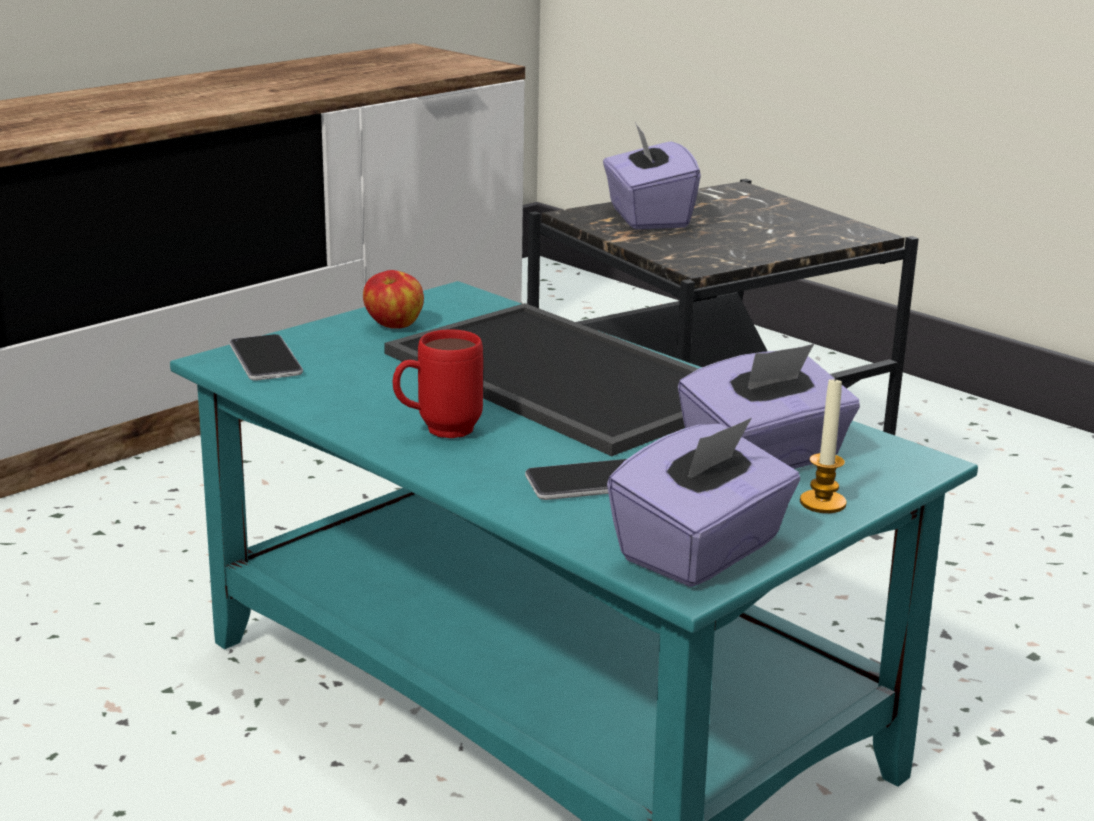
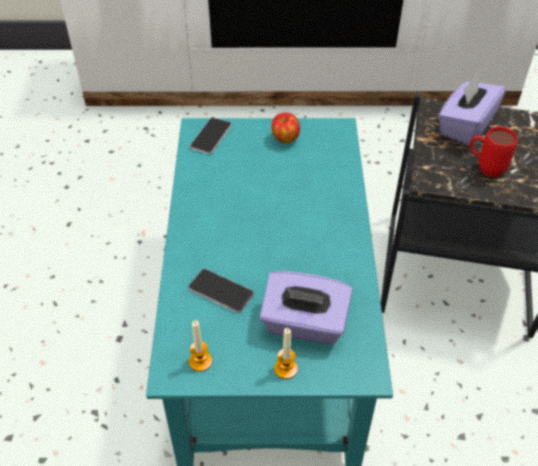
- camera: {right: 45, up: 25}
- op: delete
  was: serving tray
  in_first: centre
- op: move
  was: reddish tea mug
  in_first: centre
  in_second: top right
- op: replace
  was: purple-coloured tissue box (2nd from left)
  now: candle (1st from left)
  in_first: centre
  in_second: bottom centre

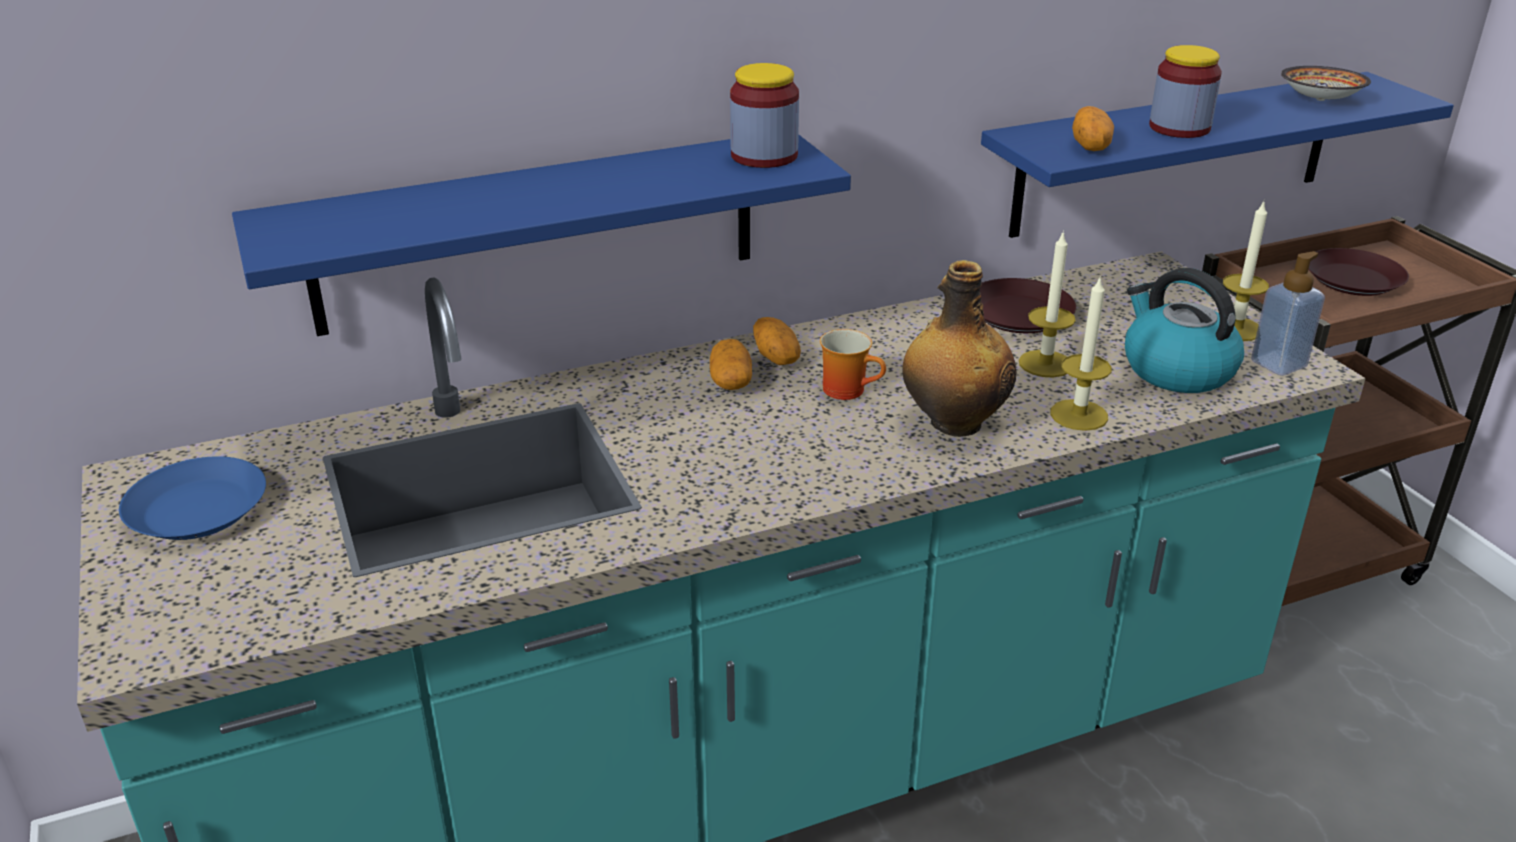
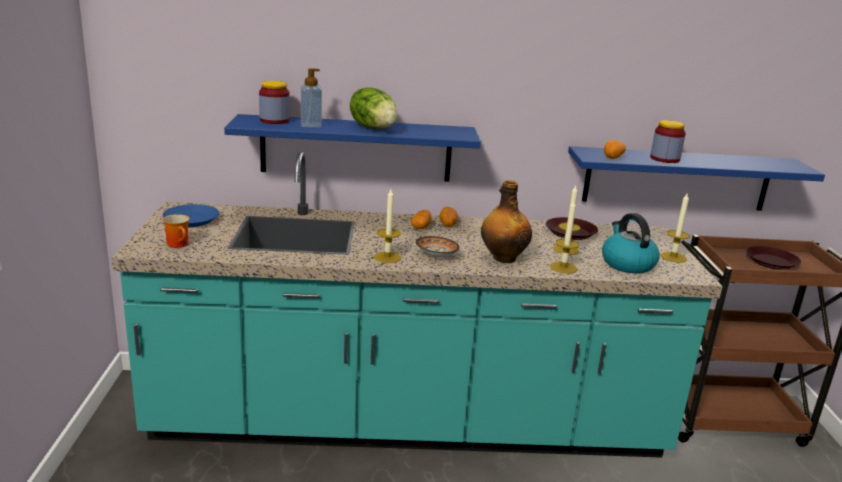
- camera: {right: 20, up: -10}
- op: move
  was: jar (1st from left)
  in_first: top centre
  in_second: top left
- op: move
  was: tea mug
  in_first: centre
  in_second: middle left
- op: move
  was: liquid soap bottle
  in_first: middle right
  in_second: top centre
- op: move
  was: bowl
  in_first: top right
  in_second: centre
- op: insert
  now: head of lettuce
  in_second: top centre
- op: insert
  now: candle (1st from left)
  in_second: centre

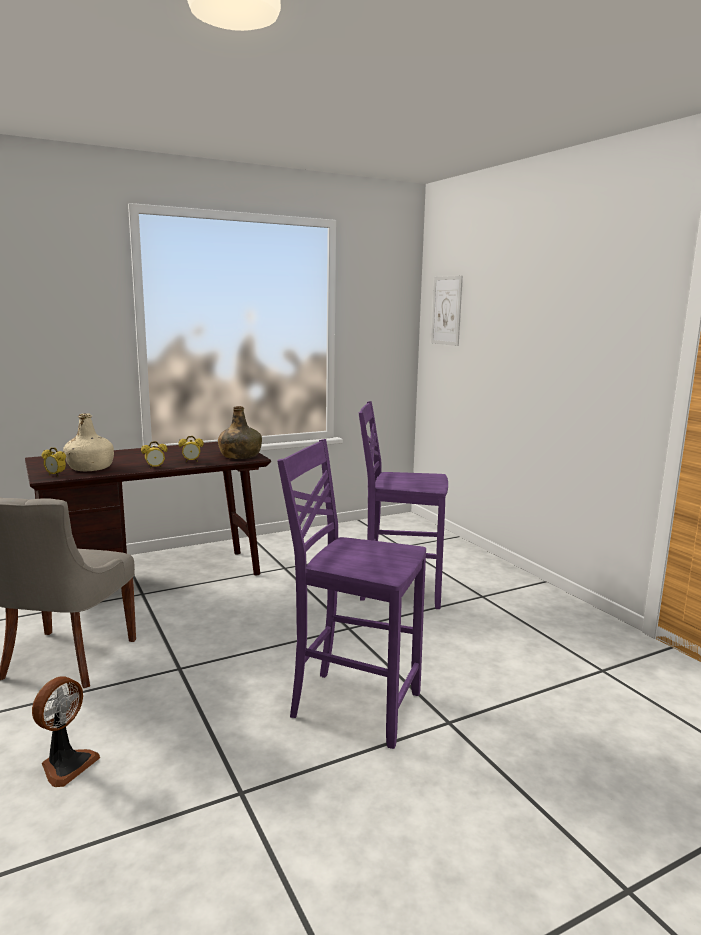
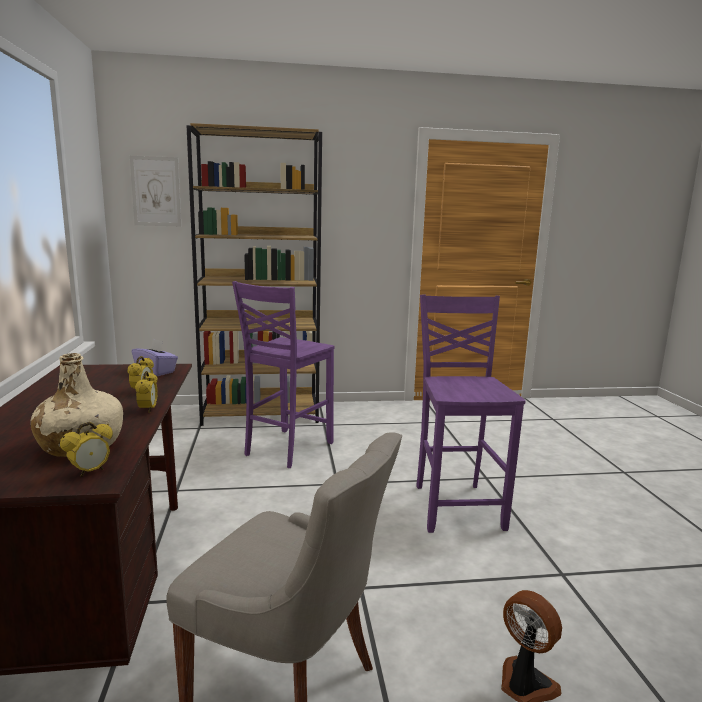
- camera: {right: -70, up: 0}
- op: replace
  was: green-coloured bottle
  now: purple-coloured tissue box
  in_first: centre
  in_second: middle left
- op: rotate
  was: purple-coloured chair (1st from left in the first image)
  in_first: centre
  in_second: middle right
  clockwise: 135
- op: insert
  now: brown shelving unit
  in_second: centre

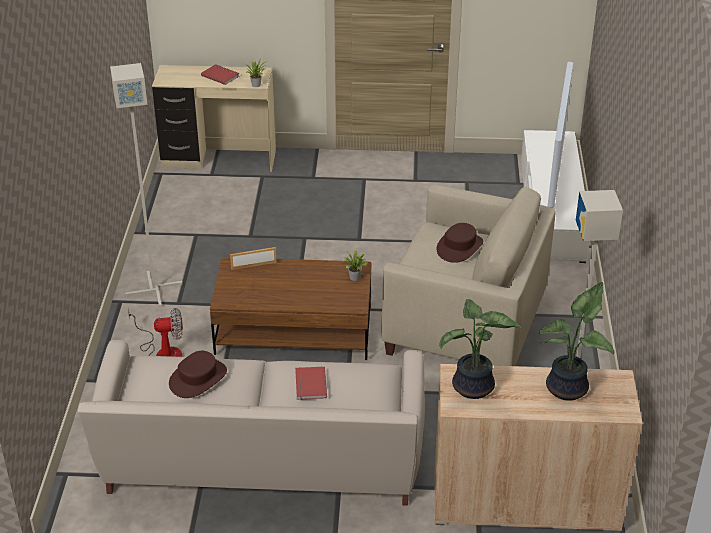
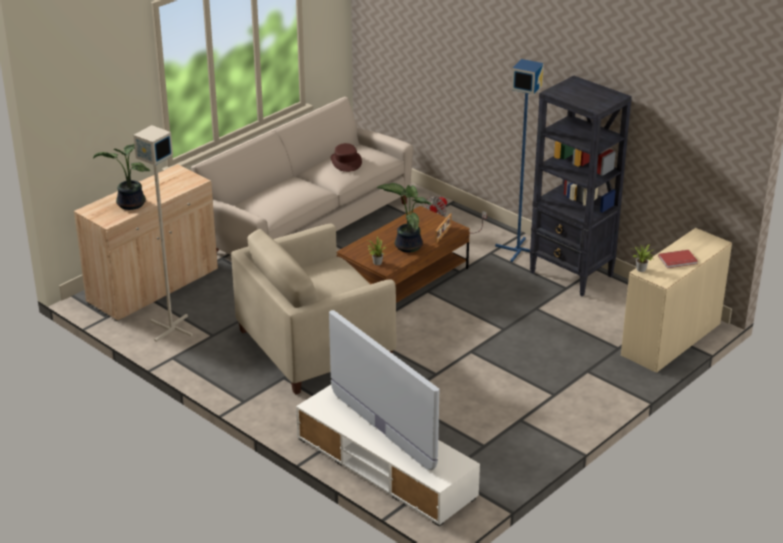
- camera: {right: 130, up: -5}
- op: recolor
  was: grey floor lamp (1st from left)
  now: blue floor lamp
  in_first: middle left
  in_second: top centre
- op: delete
  was: reddish volume (2nd from left)
  in_first: bottom centre
- op: delete
  was: brown hat (2nd from left)
  in_first: centre
- op: move
  was: potted plant (3rd from left)
  in_first: middle right
  in_second: centre
- op: insert
  now: black-coloured shelving unit
  in_second: middle right

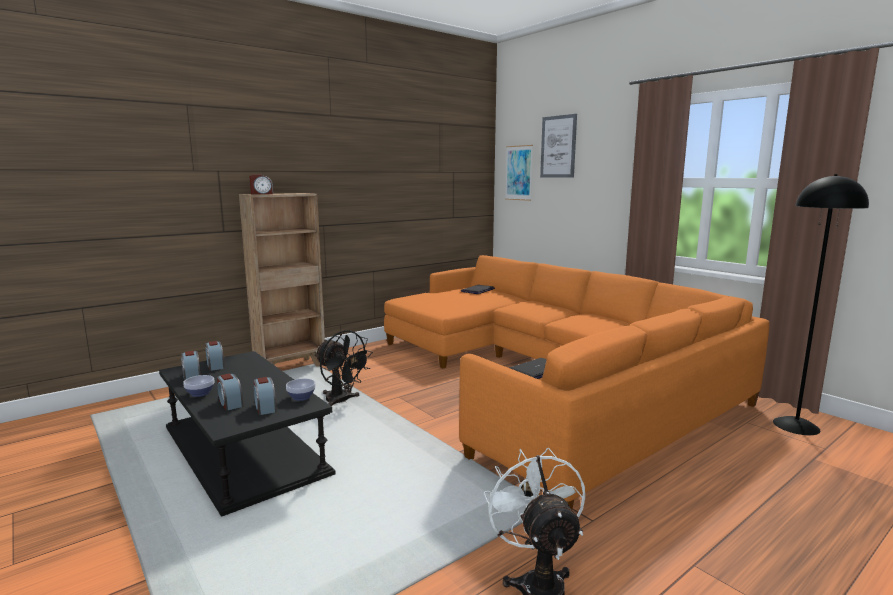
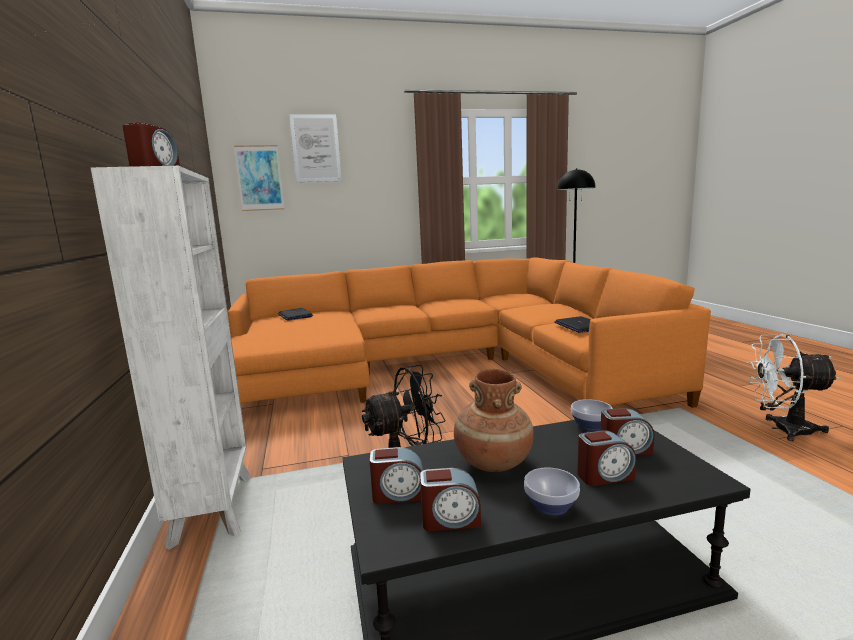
- camera: {right: -65, up: 0}
- op: recolor
  was: brown shelving unit
  now: white-coloured shelving unit
  in_first: middle left
  in_second: middle left
- op: insert
  now: brown vase
  in_second: centre

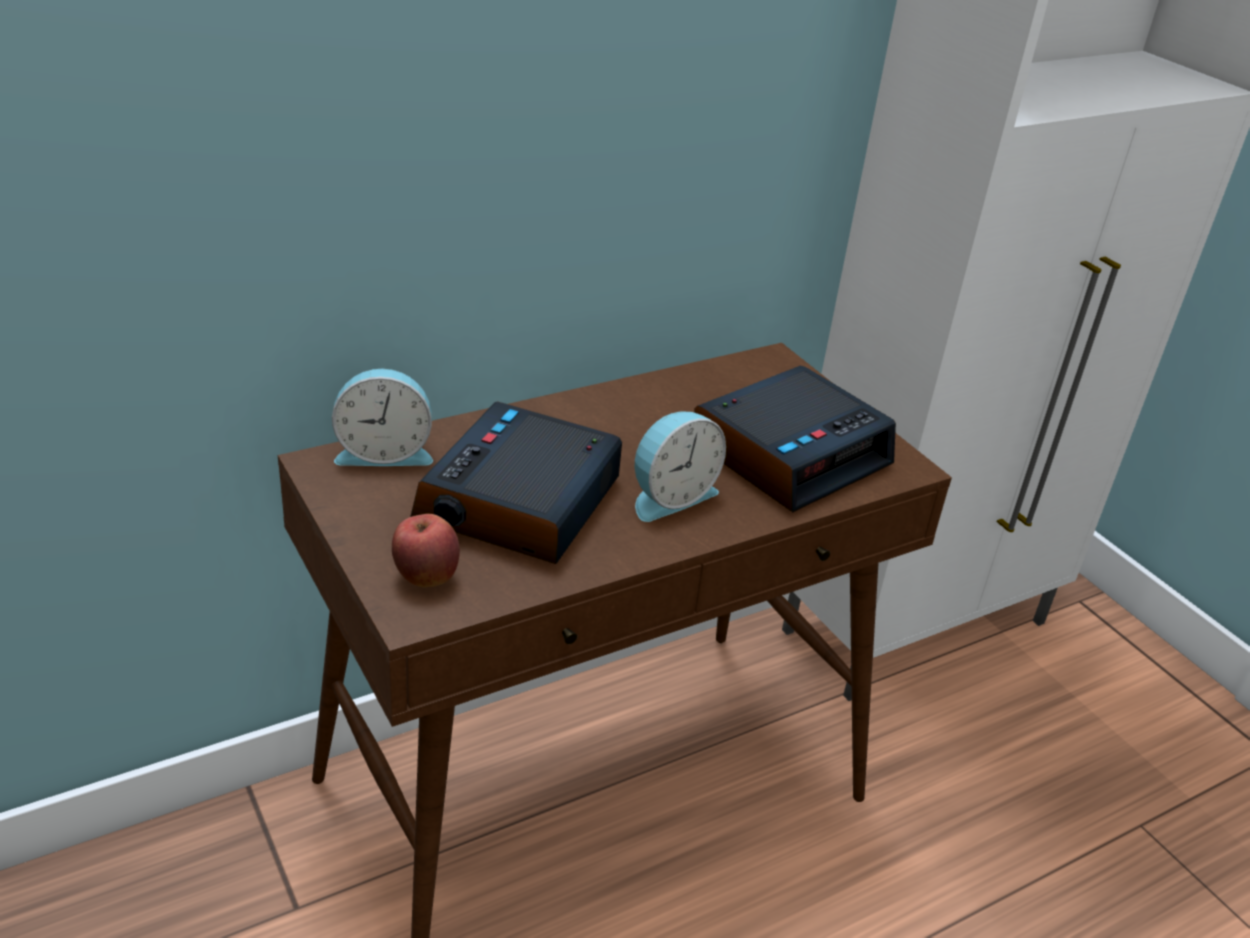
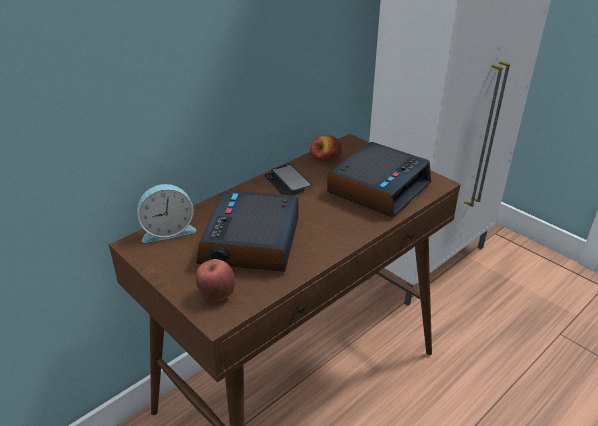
- camera: {right: -10, up: 0}
- op: delete
  was: table clock (3rd from left)
  in_first: centre
- op: insert
  now: phone
  in_second: centre
- op: insert
  now: whole apple (2nd from left)
  in_second: centre

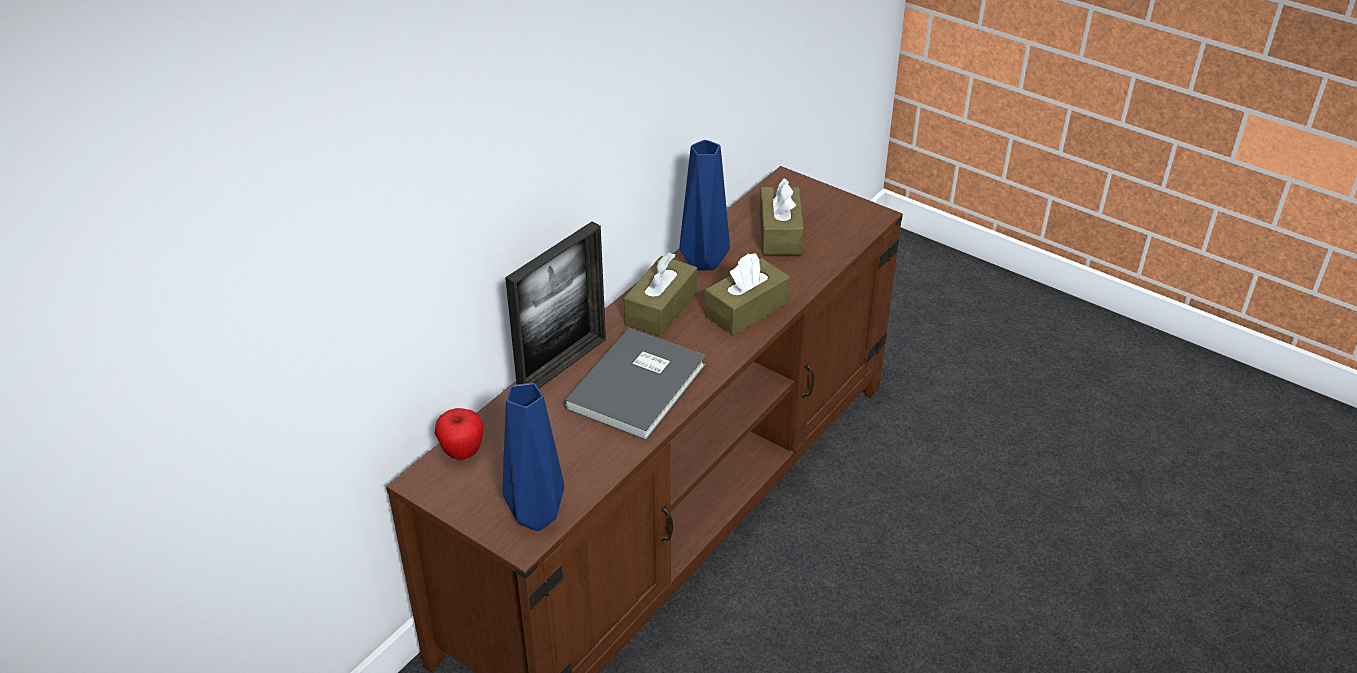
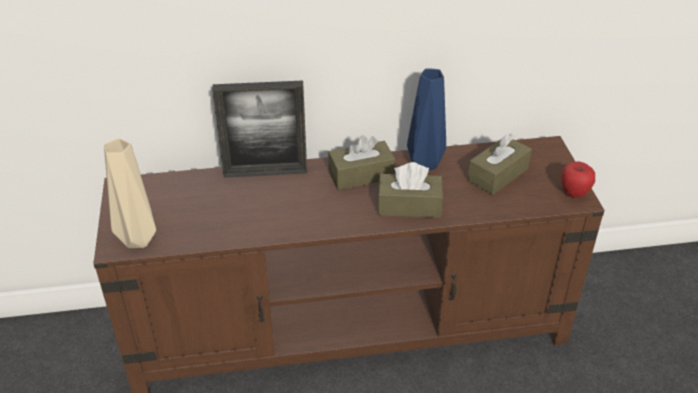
- camera: {right: 45, up: 0}
- op: move
  was: whole apple
  in_first: centre
  in_second: middle right
- op: recolor
  was: blue vase (1st from left)
  now: beige vase
  in_first: bottom centre
  in_second: middle left
- op: delete
  was: grey volume
  in_first: centre

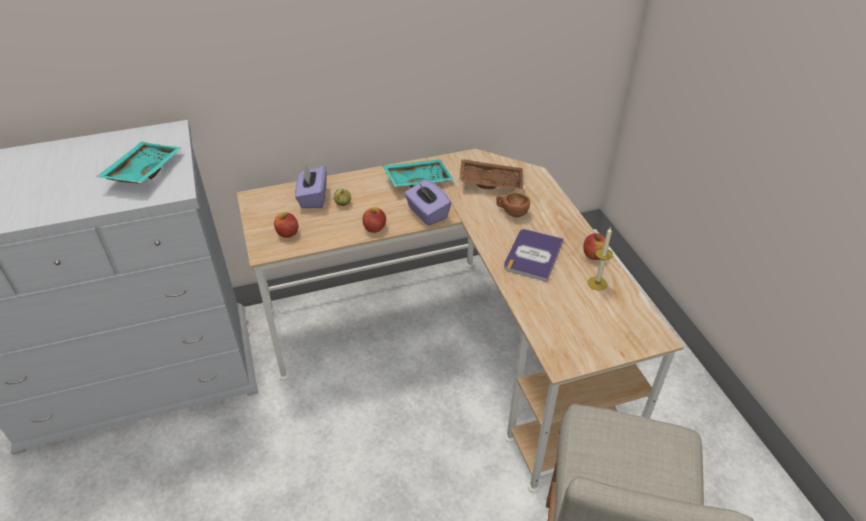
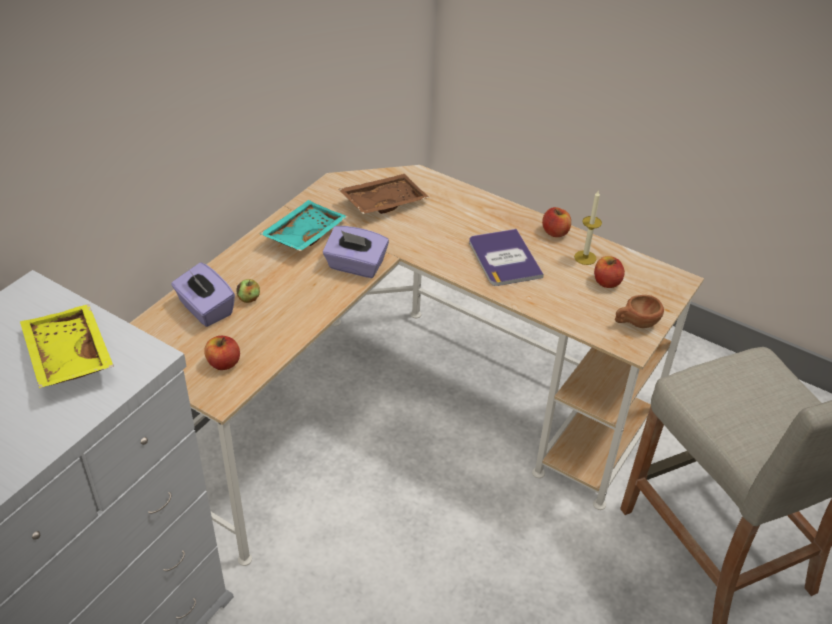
- camera: {right: -40, up: 0}
- op: recolor
  was: blue-green serving tray (1st from left)
  now: yellow serving tray
  in_first: top left
  in_second: middle left
- op: move
  was: whole apple (3rd from left in the first image)
  now: whole apple (4th from left)
  in_first: centre
  in_second: middle right
- op: move
  was: brown drinking cup
  in_first: centre
  in_second: middle right

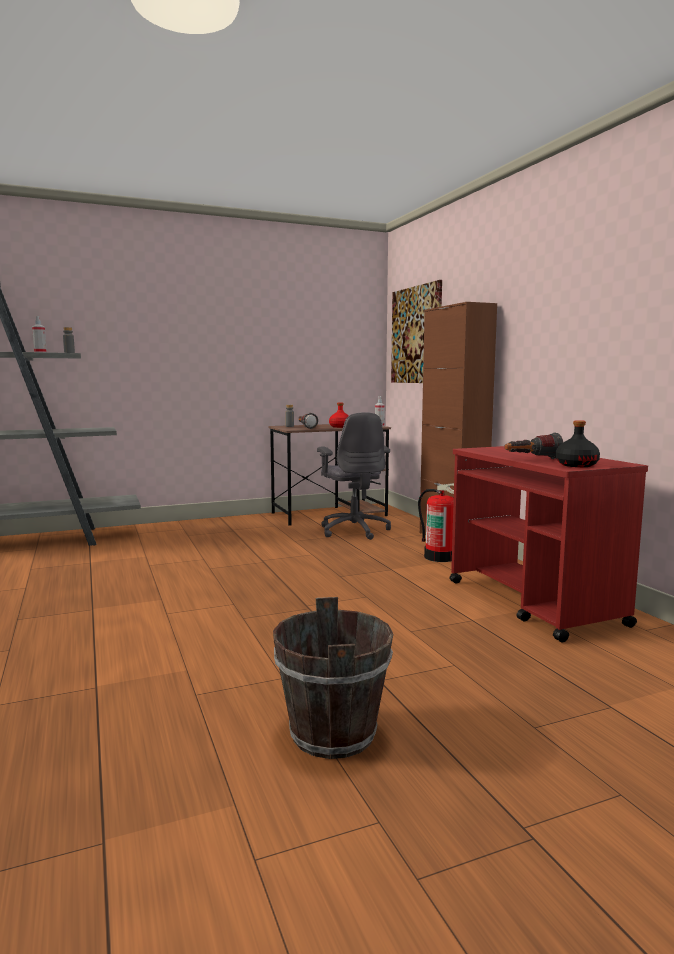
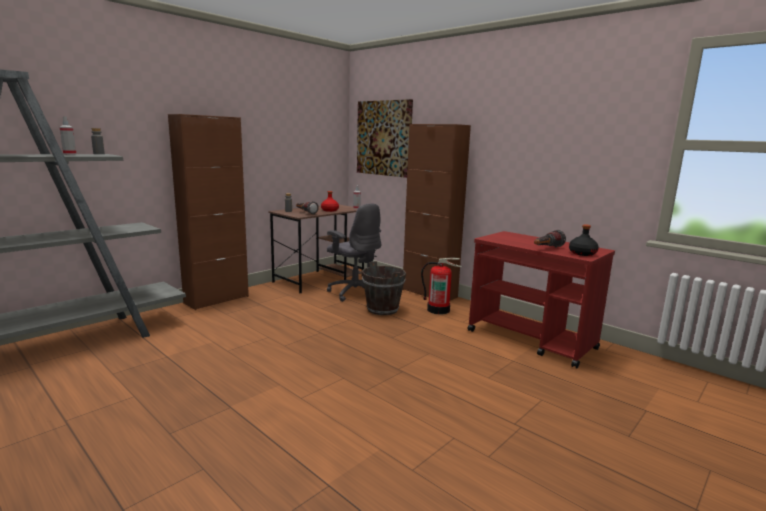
- camera: {right: -25, up: 5}
- op: move
  was: brown bucket
  in_first: bottom centre
  in_second: centre
- op: insert
  now: brown cupboard (1st from left)
  in_second: middle left

